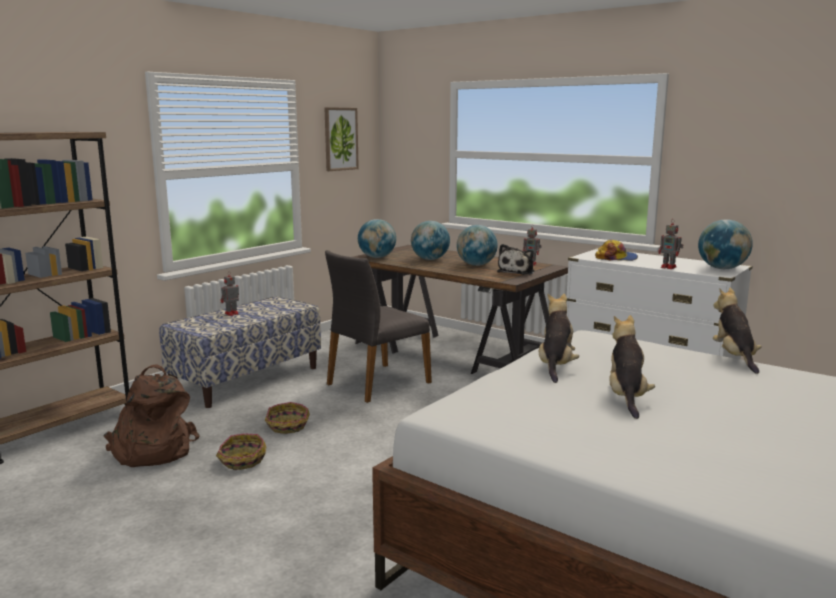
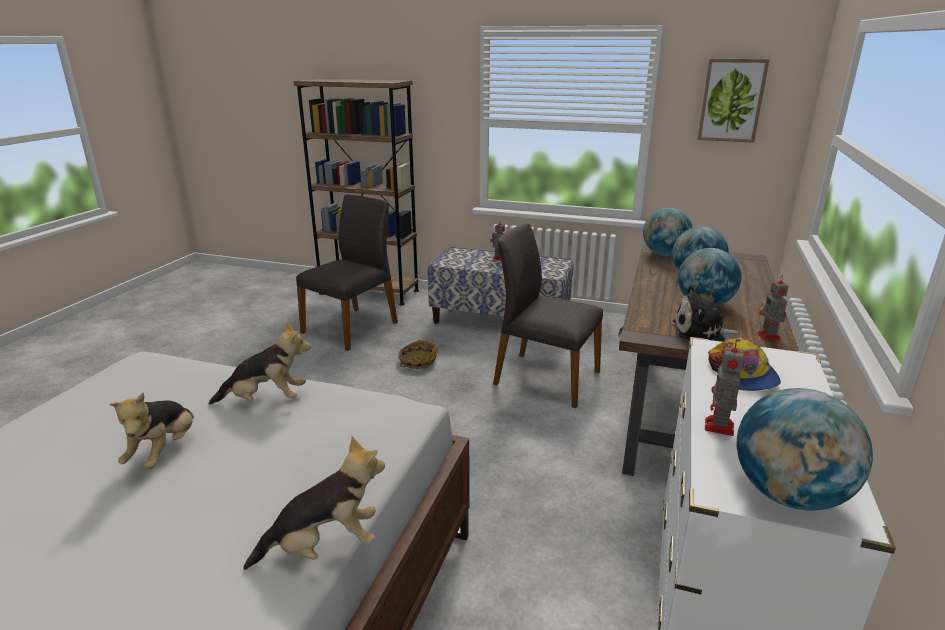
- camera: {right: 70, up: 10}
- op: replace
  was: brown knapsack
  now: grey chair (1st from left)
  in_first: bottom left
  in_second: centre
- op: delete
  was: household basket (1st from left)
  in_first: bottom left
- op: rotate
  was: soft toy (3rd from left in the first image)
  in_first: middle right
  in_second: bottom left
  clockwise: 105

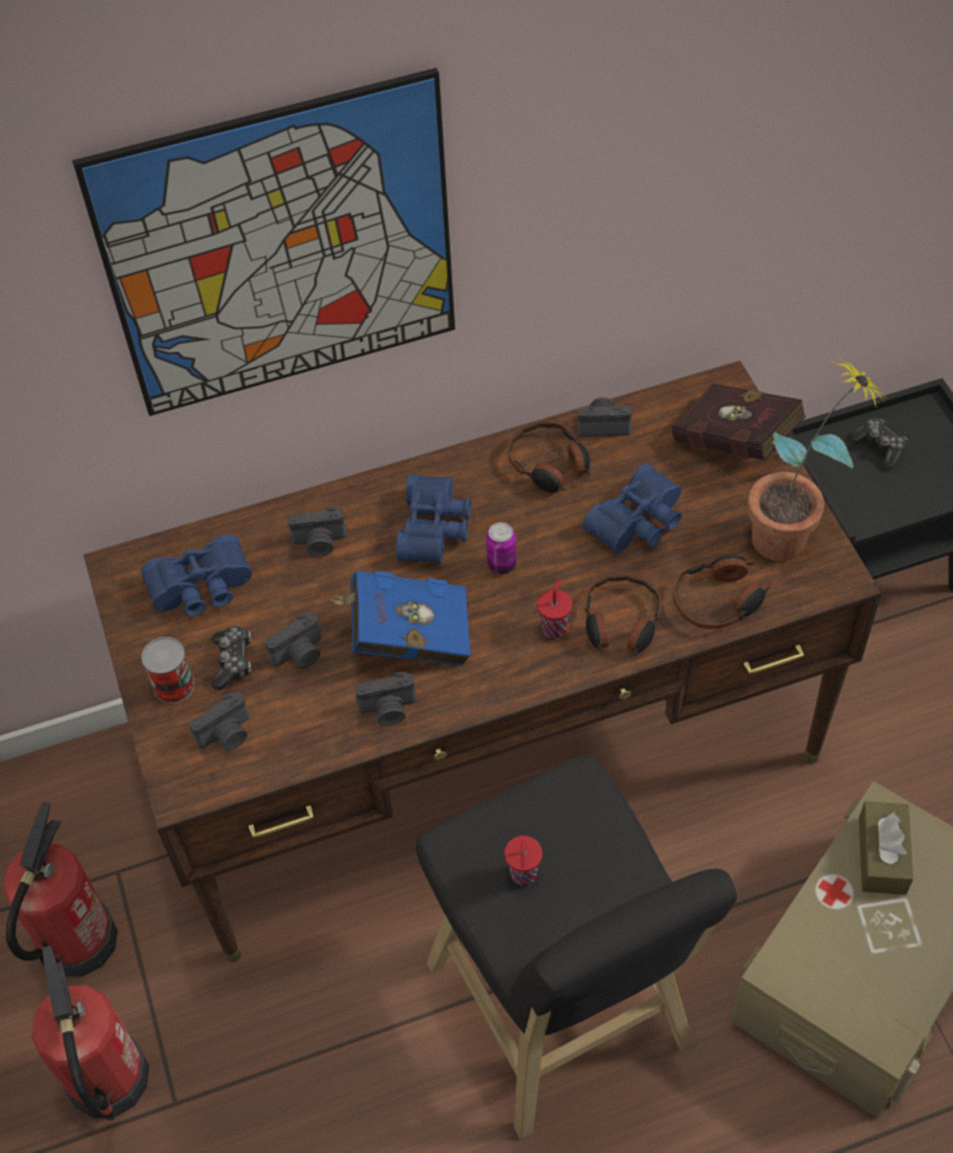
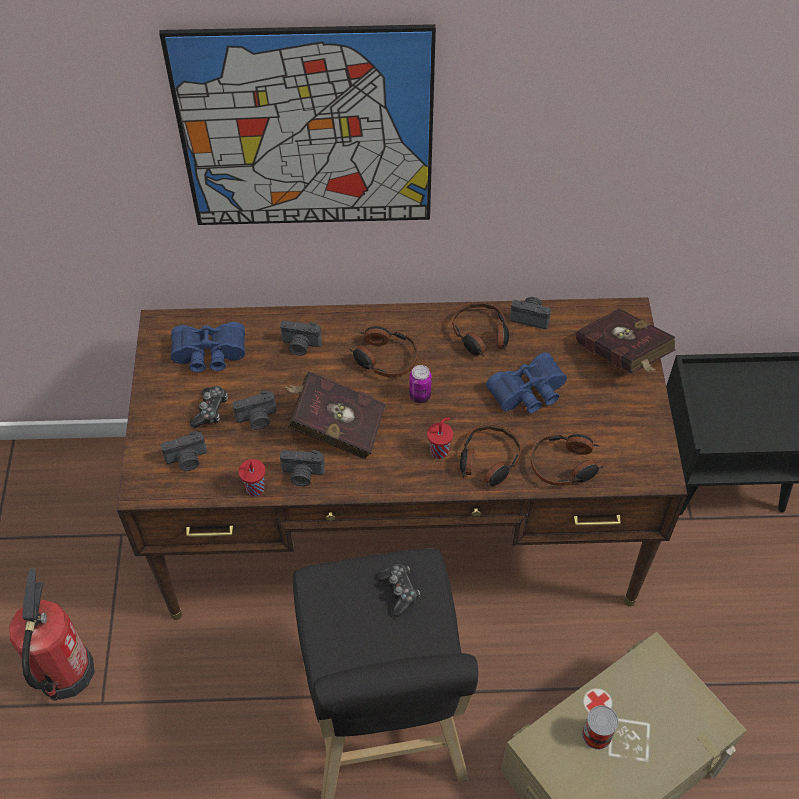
- camera: {right: 15, up: 0}
- op: delete
  was: extinguisher (1st from left)
  in_first: bottom left
- op: move
  was: can (1st from left in the first image)
  now: can (2nd from left)
  in_first: middle left
  in_second: bottom right
- op: recolor
  was: blue volume
  now: reddish volume (1st from left)
  in_first: centre
  in_second: centre
- op: replace
  was: blue pair of binoculars (2nd from left)
  now: headset (1st from left)
  in_first: centre
  in_second: centre
- op: move
  was: reddish drinking cup (1st from left)
  in_first: bottom centre
  in_second: middle left
- op: delete
  was: potted plant
  in_first: middle right
- op: move
  was: game controller (2nd from left)
  in_first: middle right
  in_second: bottom centre
- op: delete
  was: brown tissue box
  in_first: bottom right

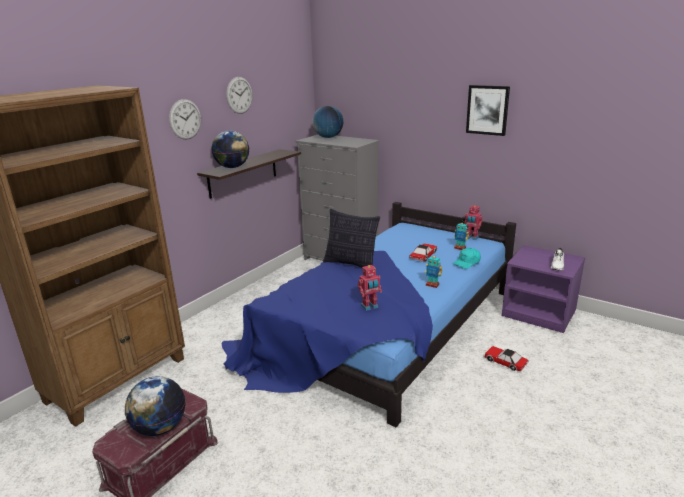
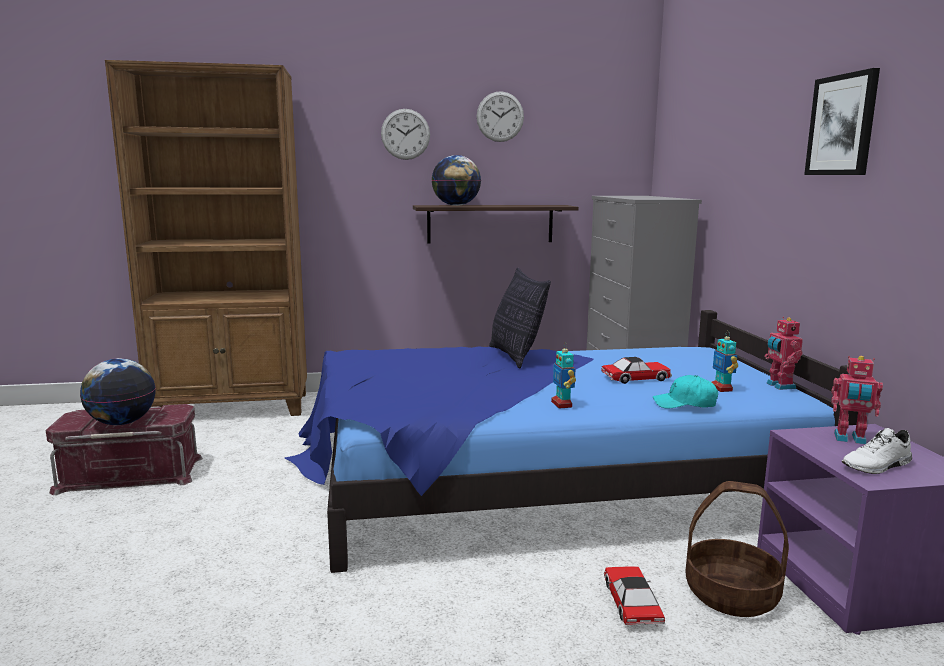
- camera: {right: 45, up: -10}
- op: delete
  was: desk globe (3rd from left)
  in_first: top centre
- op: move
  was: toy robot (1st from left in the first image)
  now: toy robot (4th from left)
  in_first: centre
  in_second: middle right
- op: insert
  now: household basket
  in_second: bottom right

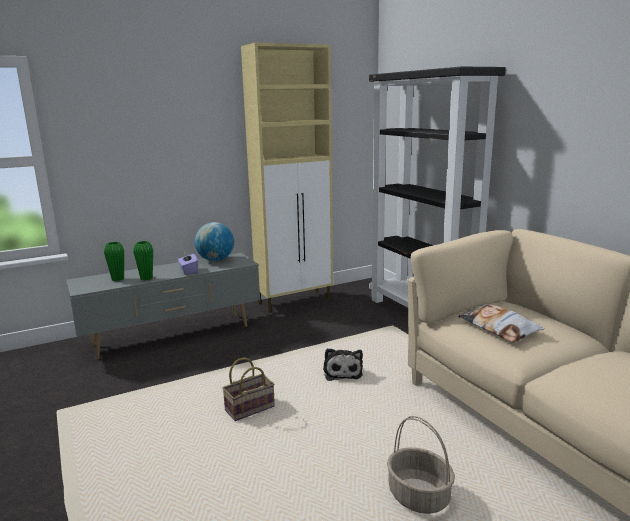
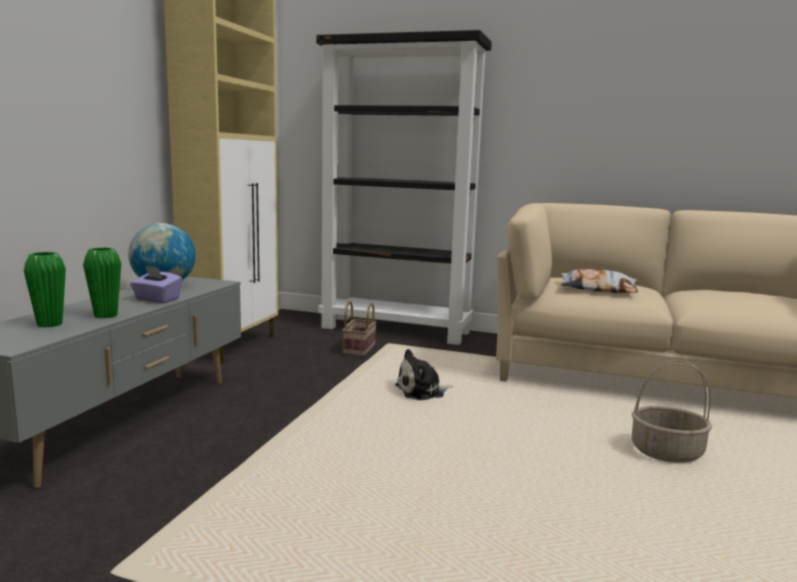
- camera: {right: -45, up: -5}
- op: move
  was: household basket (1st from left)
  in_first: bottom centre
  in_second: centre
- op: rotate
  was: soft toy
  in_first: bottom centre
  in_second: centre
  clockwise: 120

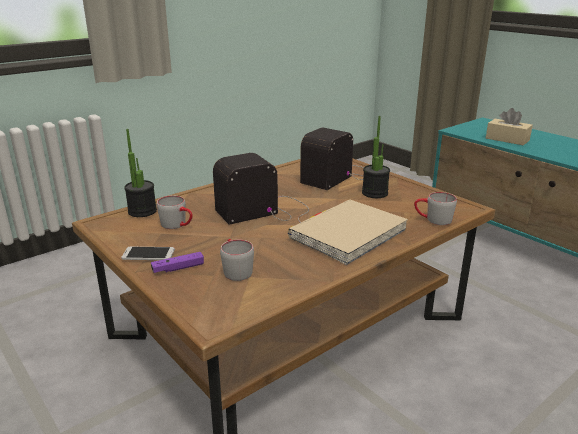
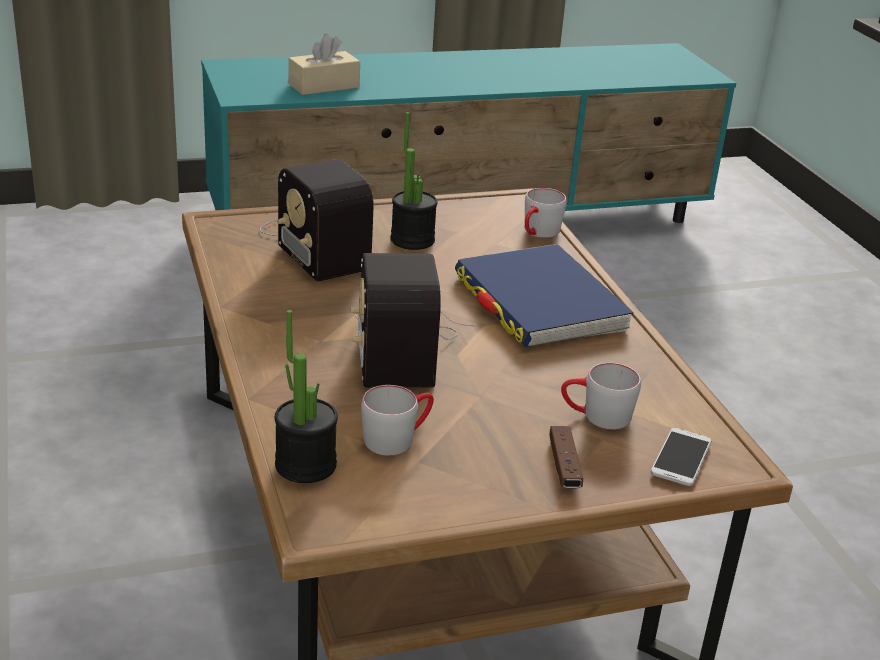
- camera: {right: -70, up: 5}
- op: move
  was: phone
  in_first: middle left
  in_second: bottom right
- op: recolor
  was: purple-coloured game controller
  now: brown game controller
  in_first: middle left
  in_second: bottom centre
- op: recolor
  was: beige volume
  now: blue volume
  in_first: centre
  in_second: centre

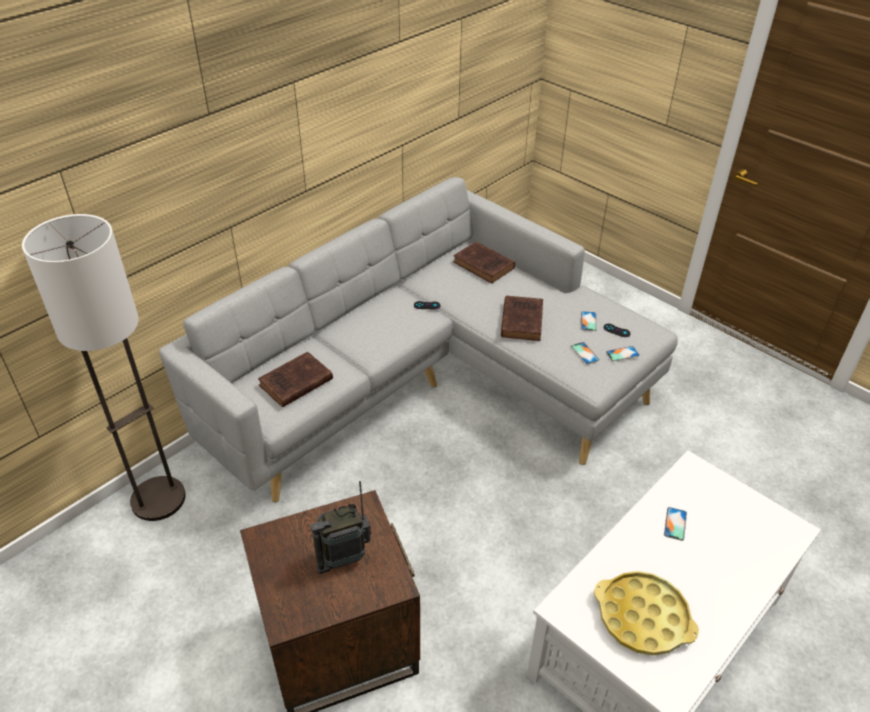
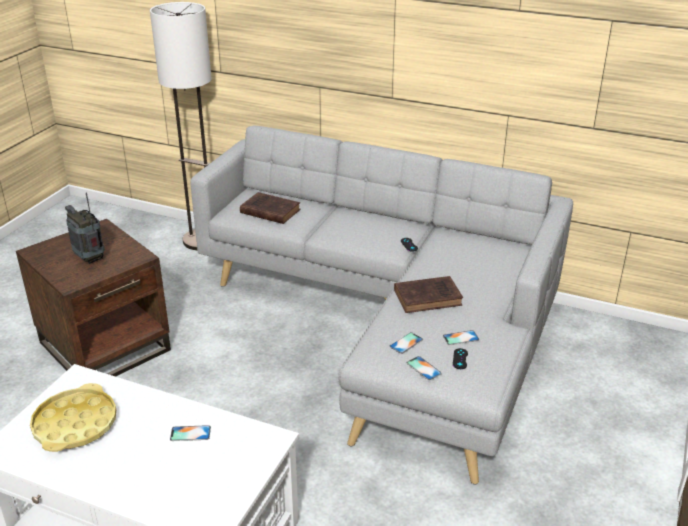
- camera: {right: 70, up: -10}
- op: delete
  was: brown volume (2nd from left)
  in_first: centre

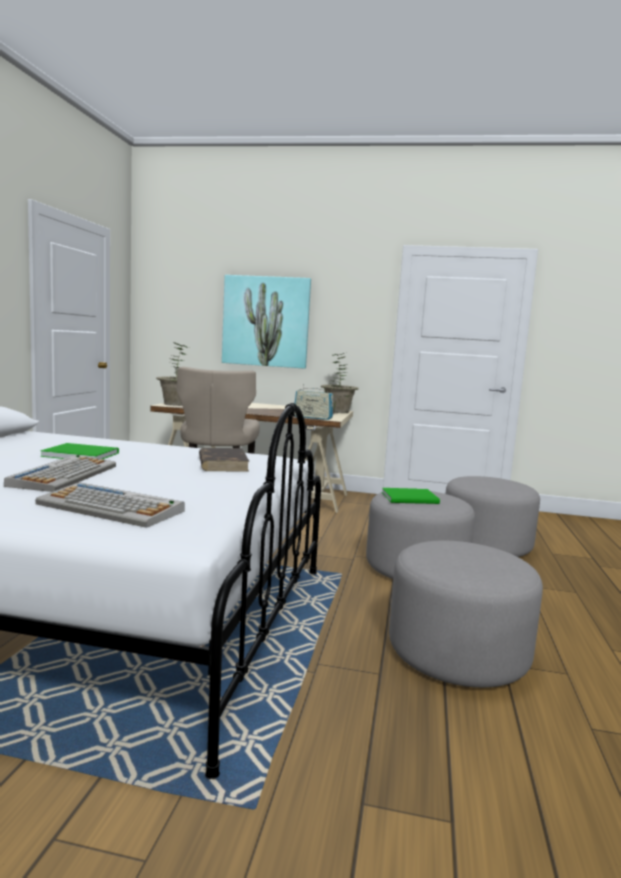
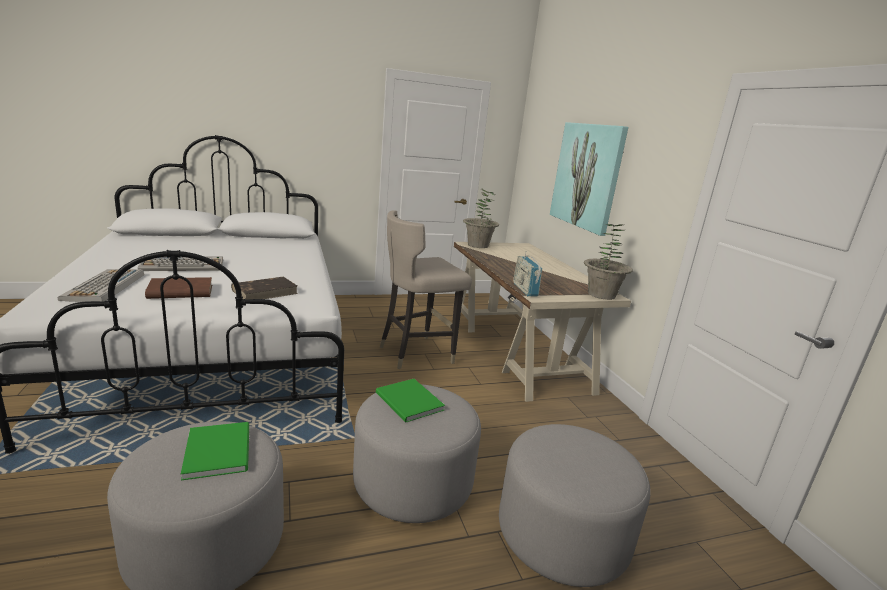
- camera: {right: 60, up: 10}
- op: move
  was: green-coloured volume (1st from left)
  in_first: middle left
  in_second: bottom left
- op: insert
  now: brown volume (1st from left)
  in_second: middle left

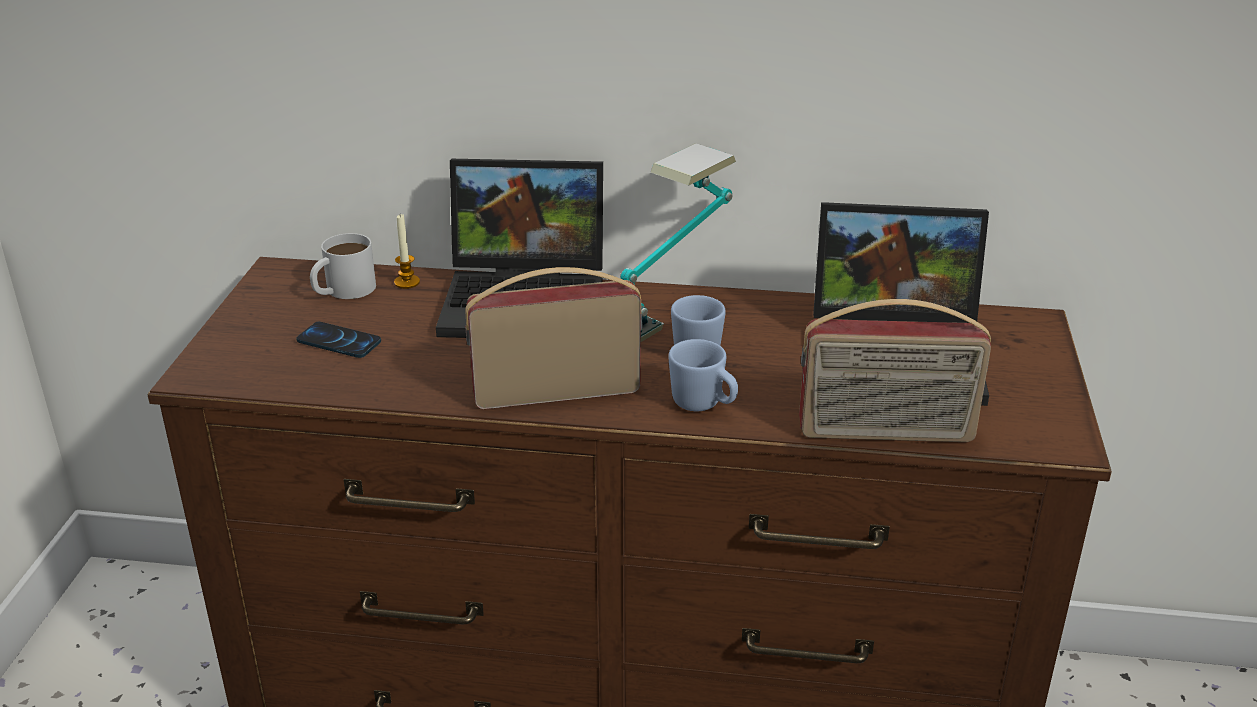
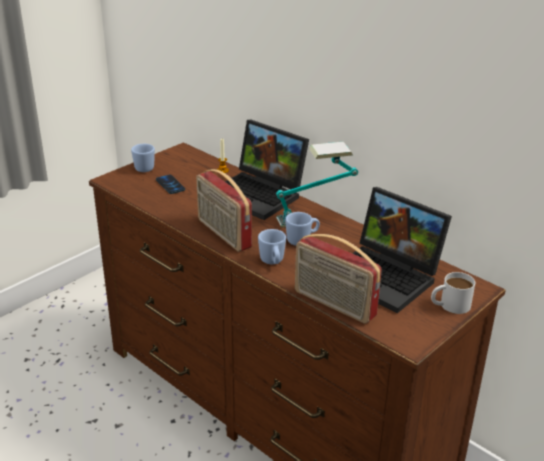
- camera: {right: 35, up: 0}
- op: move
  was: white-coloured tea mug
  in_first: middle left
  in_second: middle right
- op: rotate
  was: radio (1st from left)
  in_first: centre
  in_second: centre
  clockwise: -150
- op: insert
  now: blue tea mug (1st from left)
  in_second: middle left

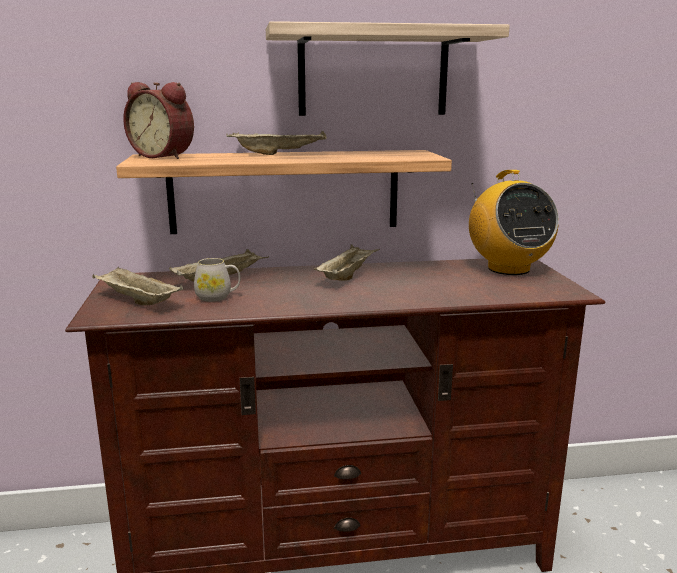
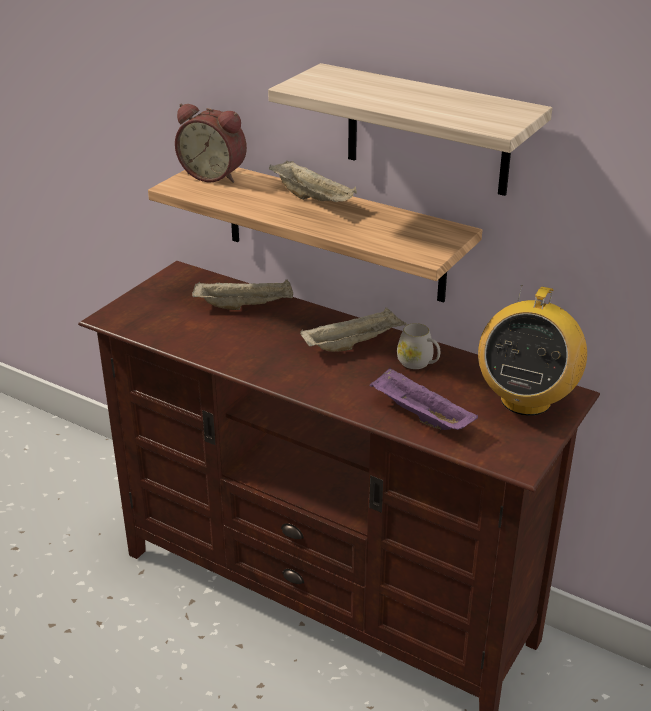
- camera: {right: 40, up: 15}
- op: delete
  was: beige serving tray (1st from left)
  in_first: middle left
- op: rotate
  was: table clock
  in_first: top left
  in_second: top left
  clockwise: -45
- op: move
  was: white-coloured tea mug
  in_first: middle left
  in_second: centre
- op: insert
  now: purple-coloured serving tray
  in_second: centre

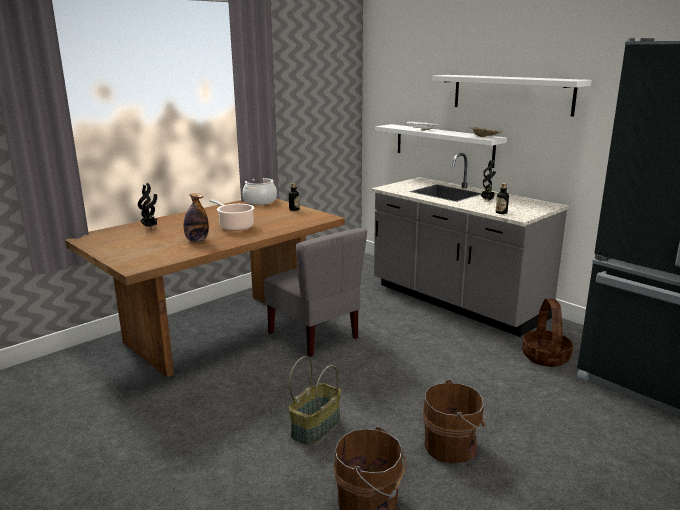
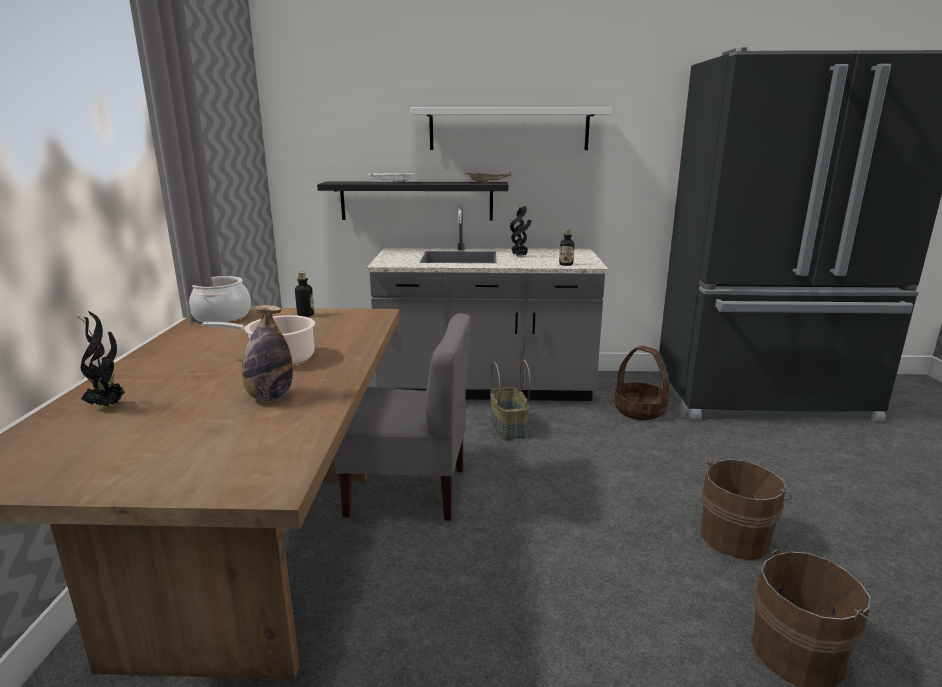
- camera: {right: -45, up: 0}
- op: move
  was: household basket (1st from left)
  in_first: bottom centre
  in_second: centre
- op: recolor
  was: white-coloured wall shelf (1st from left)
  now: black-coloured wall shelf
  in_first: top centre
  in_second: top centre

